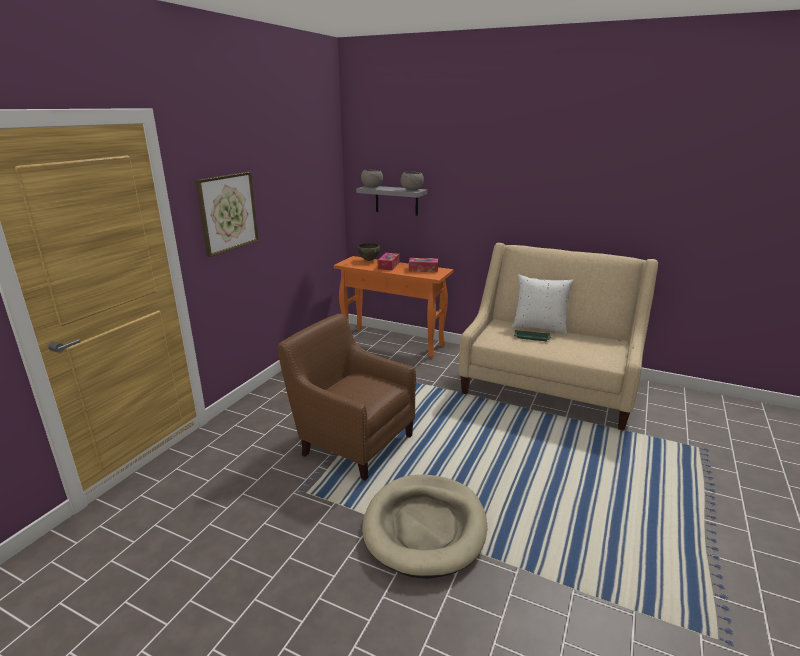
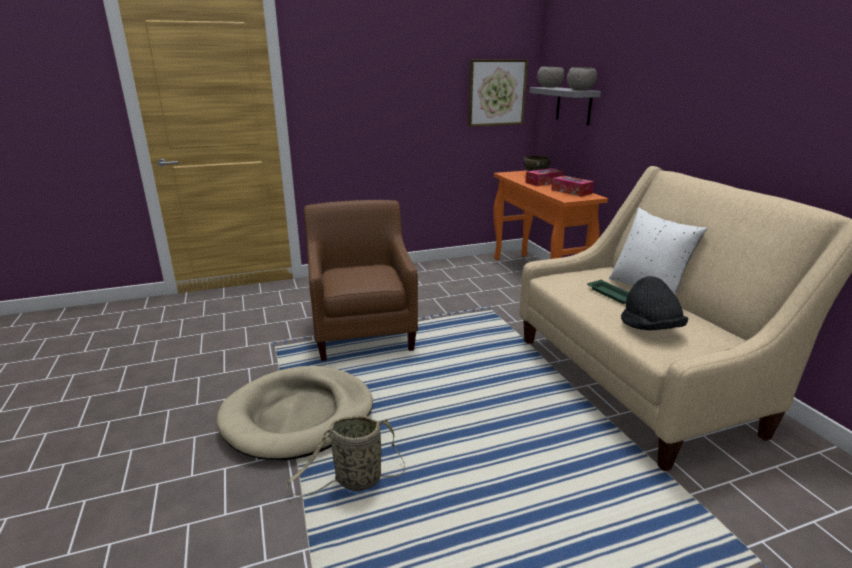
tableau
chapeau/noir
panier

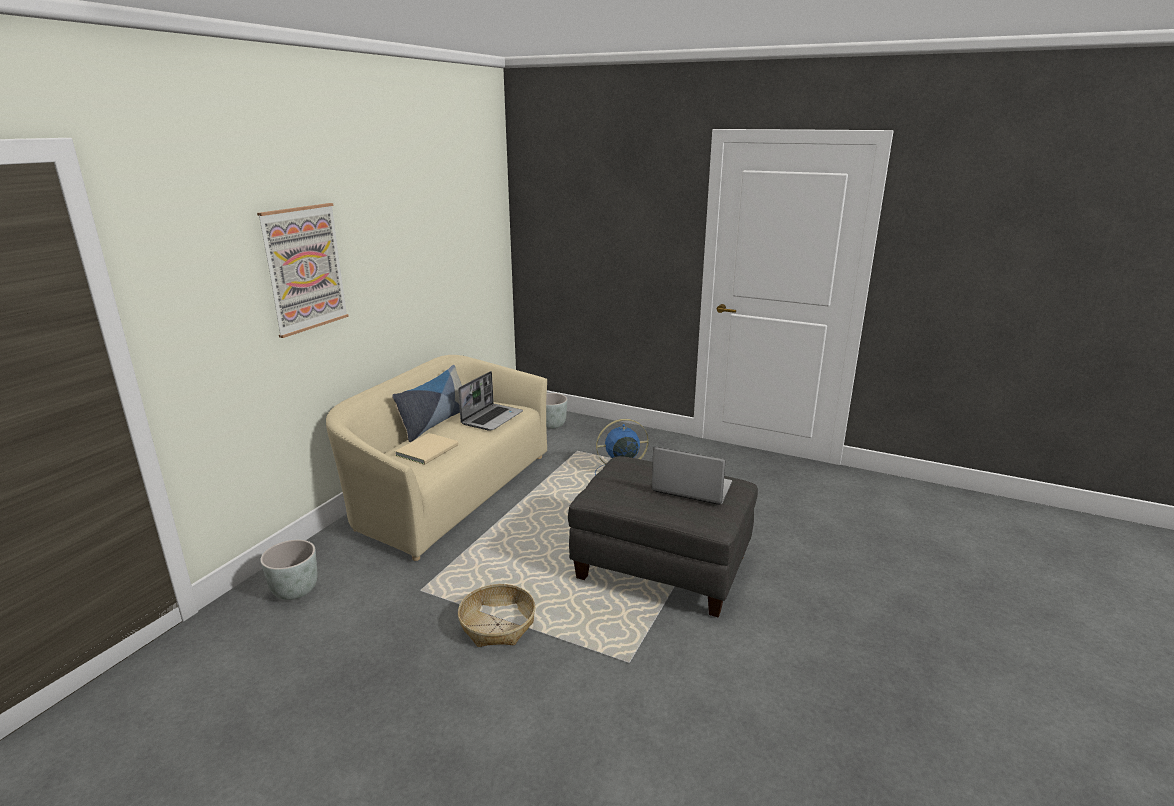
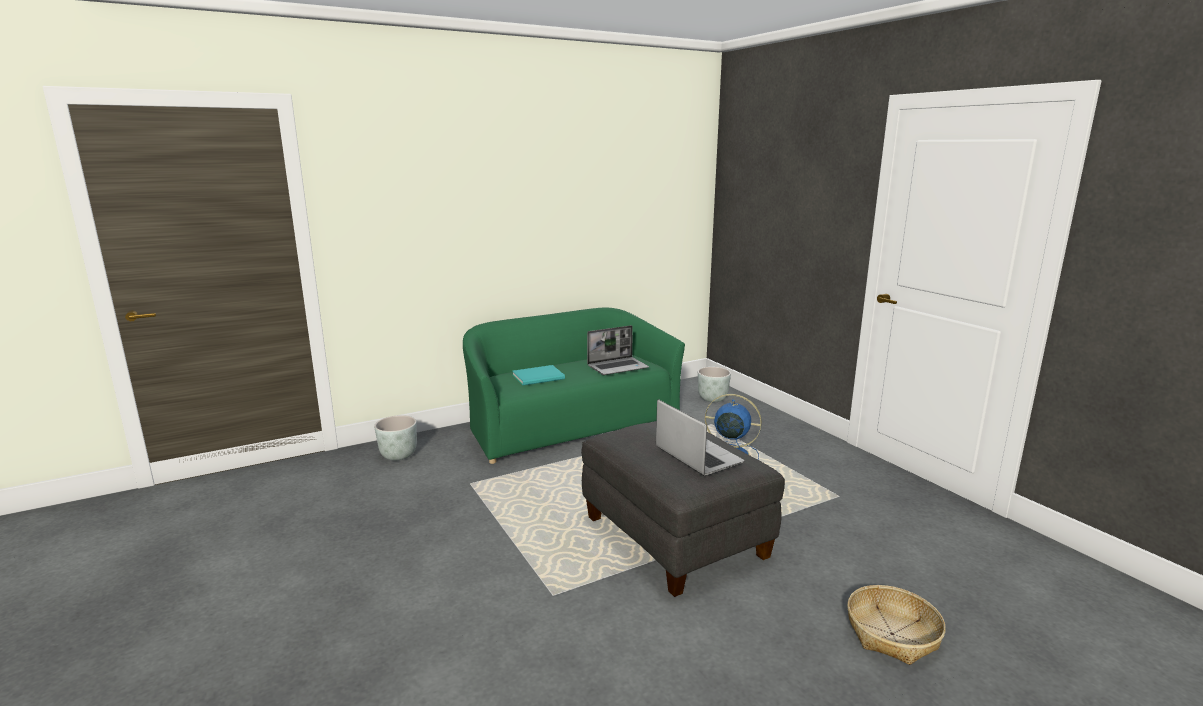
tableau
canapé/vert
coussin
livre/turquoise
panier

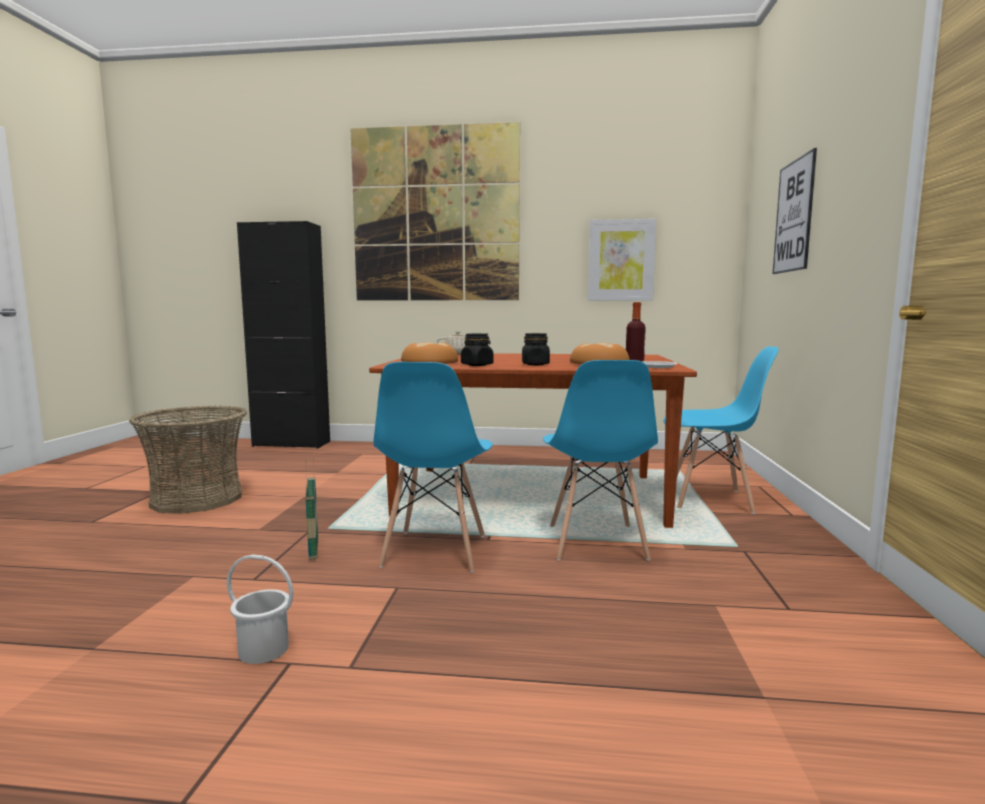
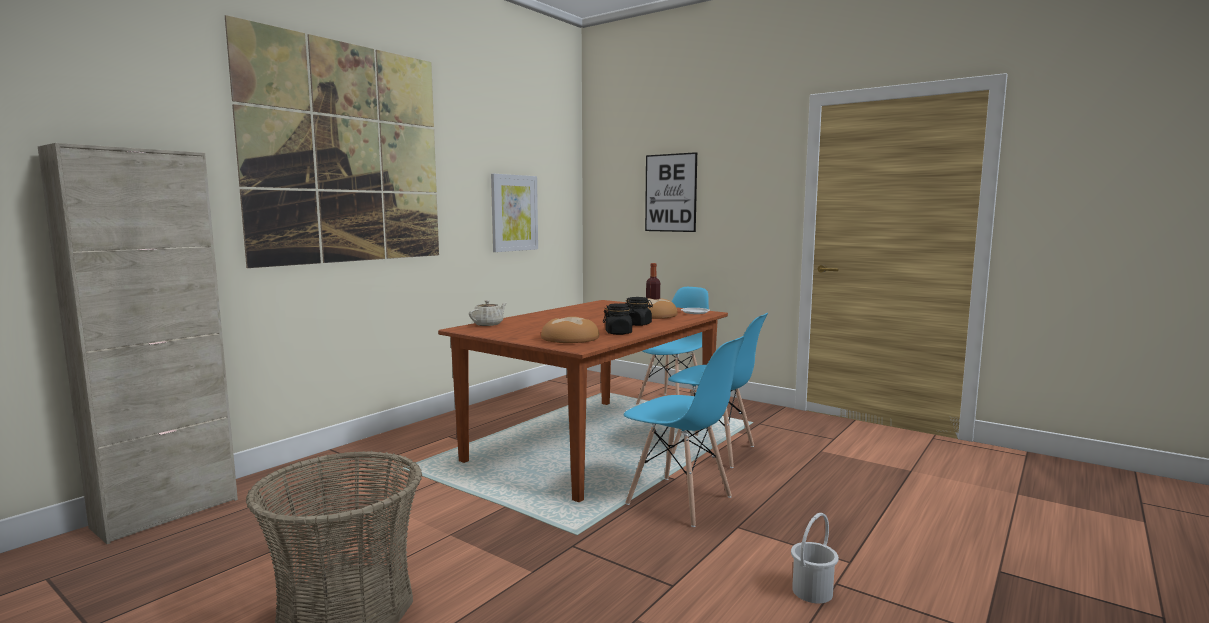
meuble de rangement/beige
panier (2nd from left in the first image)

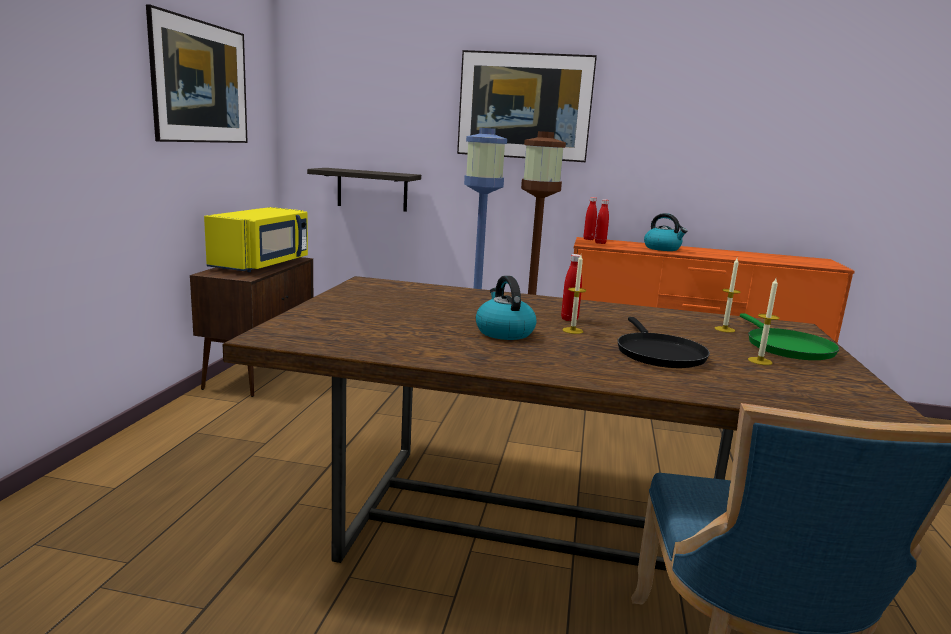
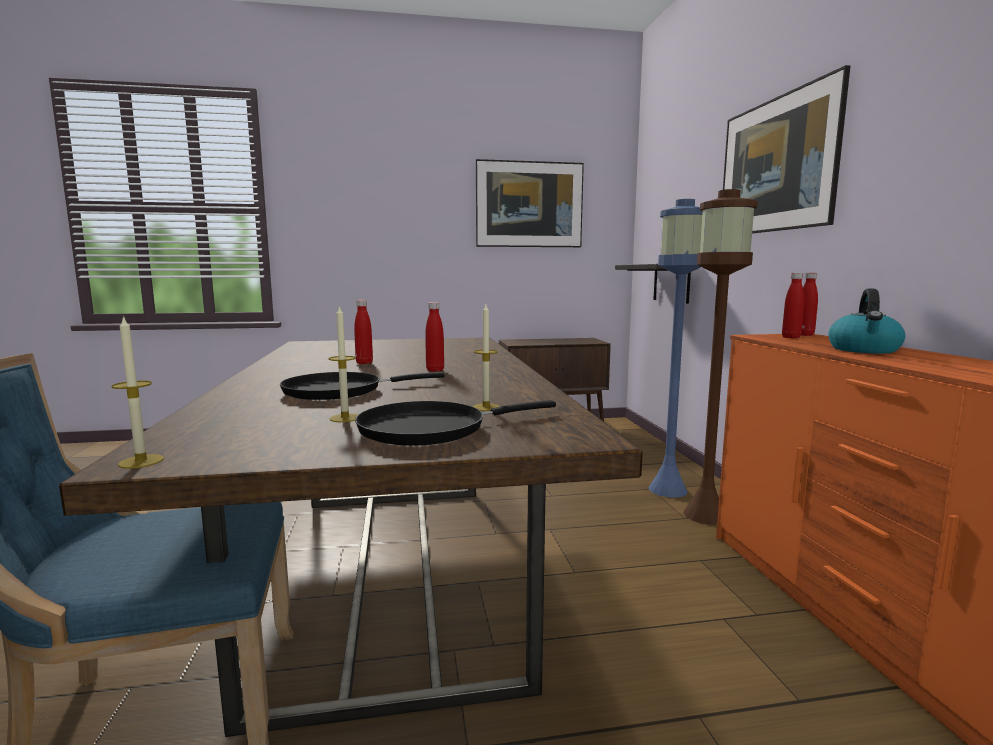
micro-ondes/jaune
bougie (1st from left)
bouteille/rouge (1st from left)
poêle/noir (2nd from left)

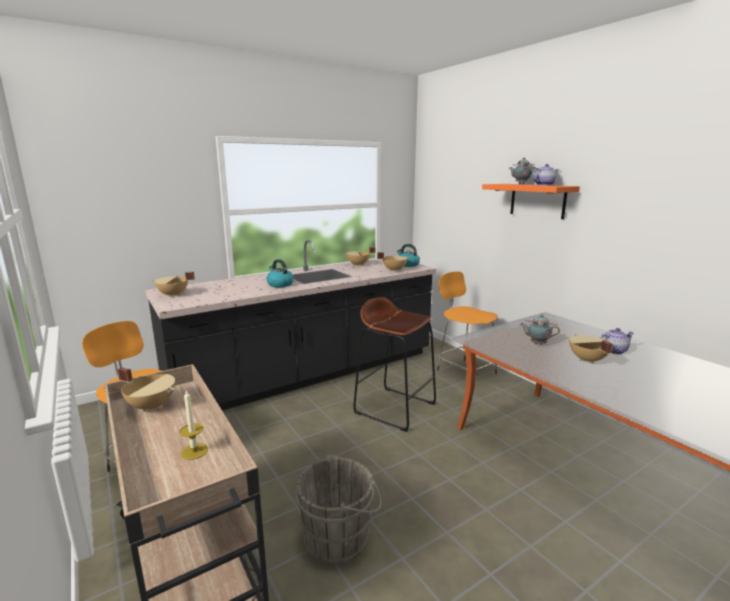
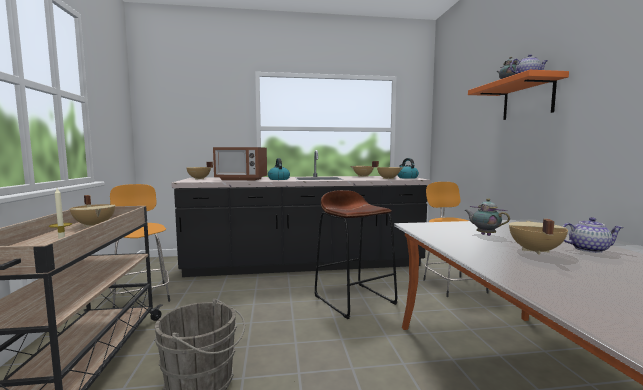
micro-ondes

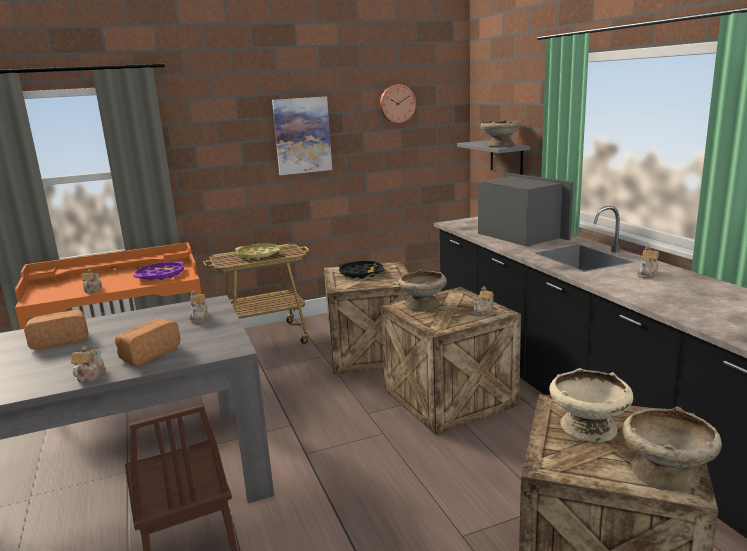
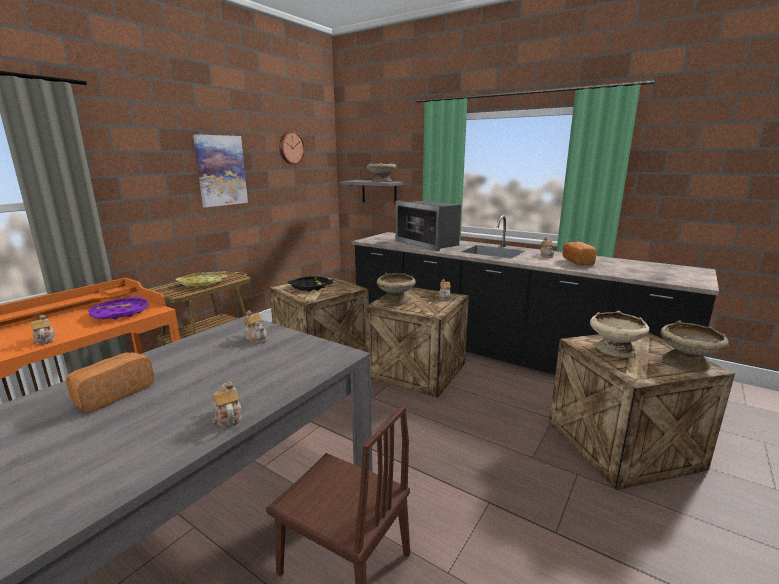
micro-ondes
pain (2nd from left)

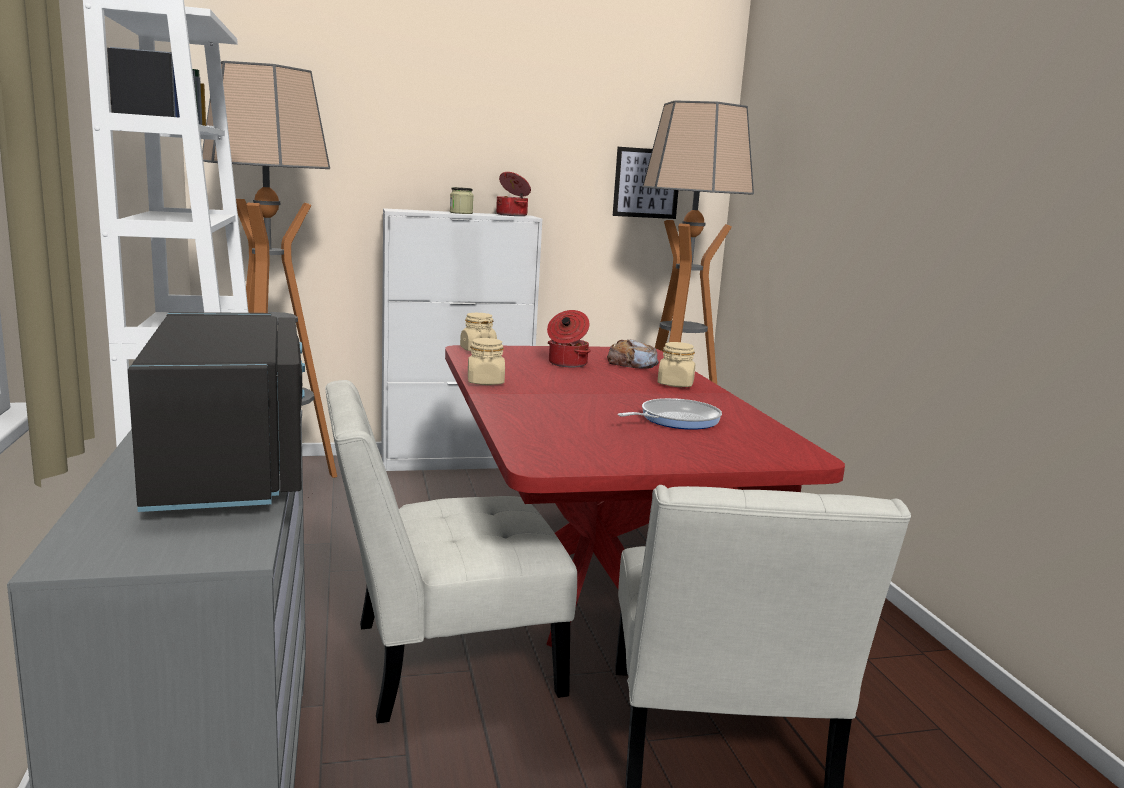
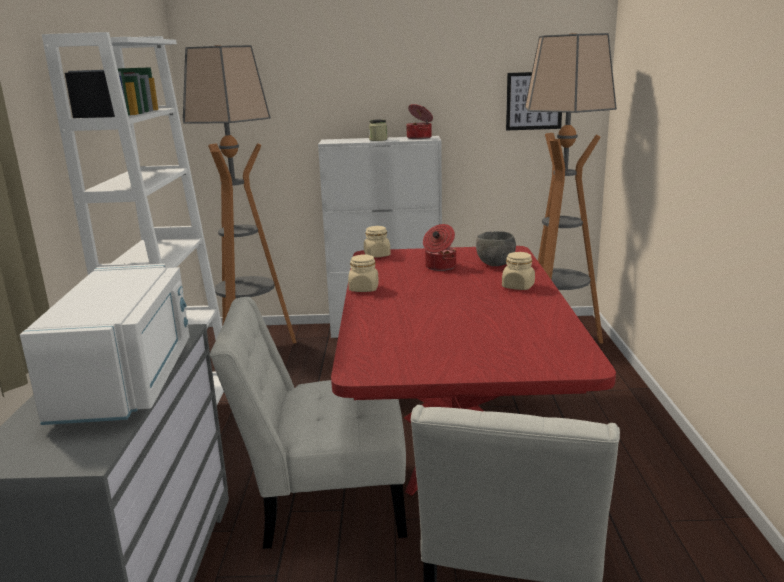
micro-ondes/blanc
bol/gris
poêle

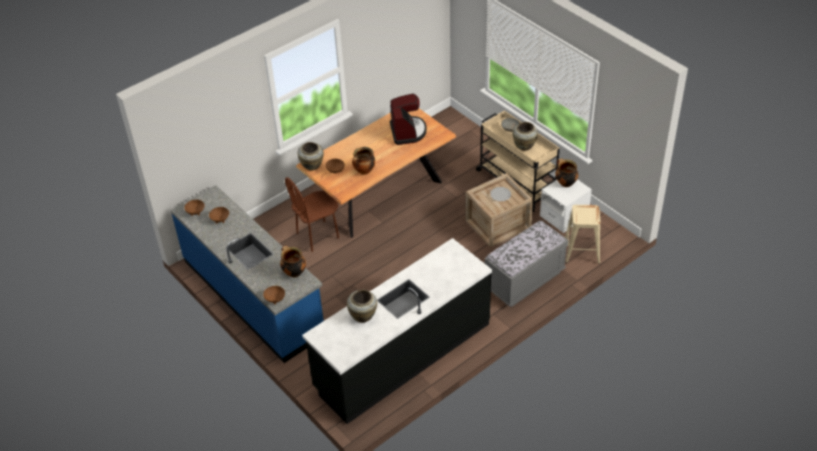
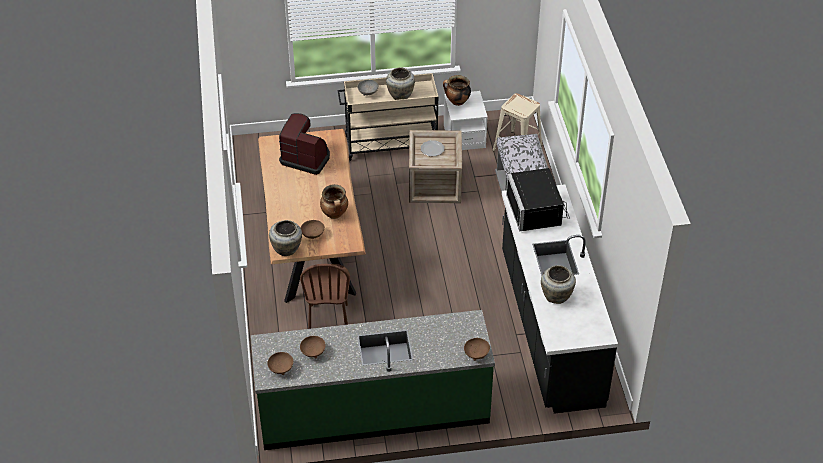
comptoir de cuisine/vert
marmite (1st from left in the first image)
micro-ondes/noir

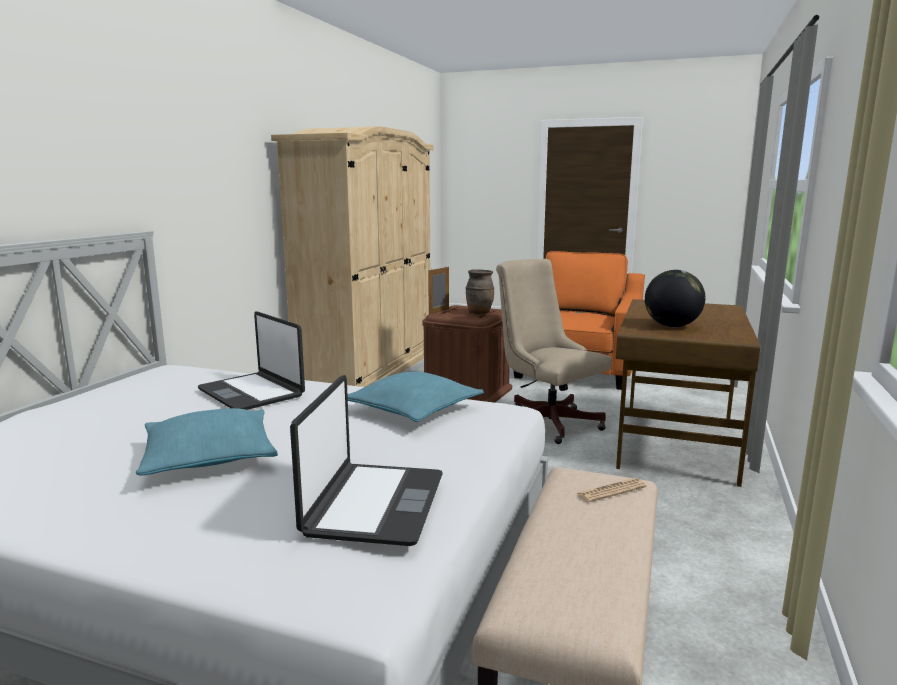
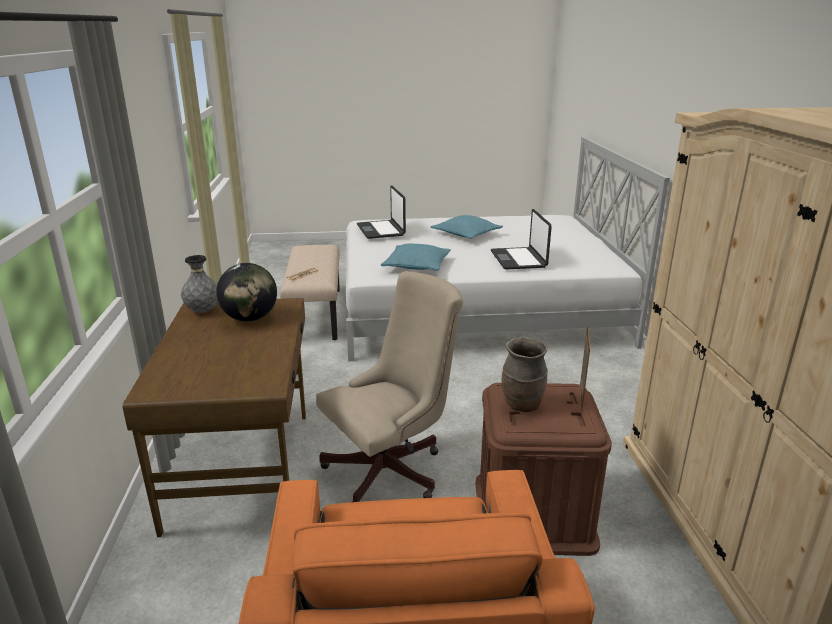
chaise de bureau/beige
ordinateur portable (2nd from left)
vase/gris

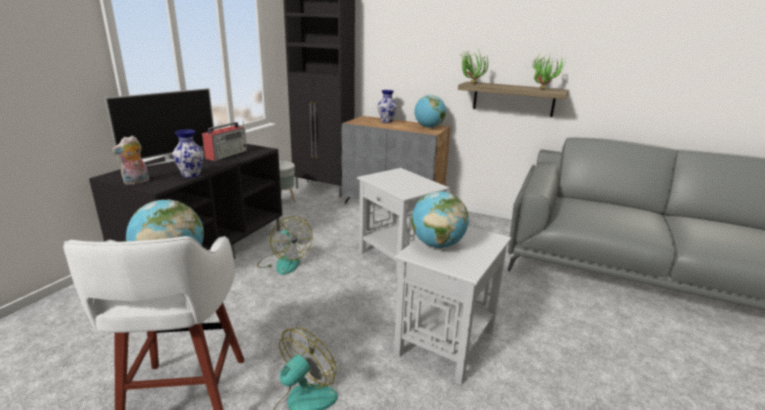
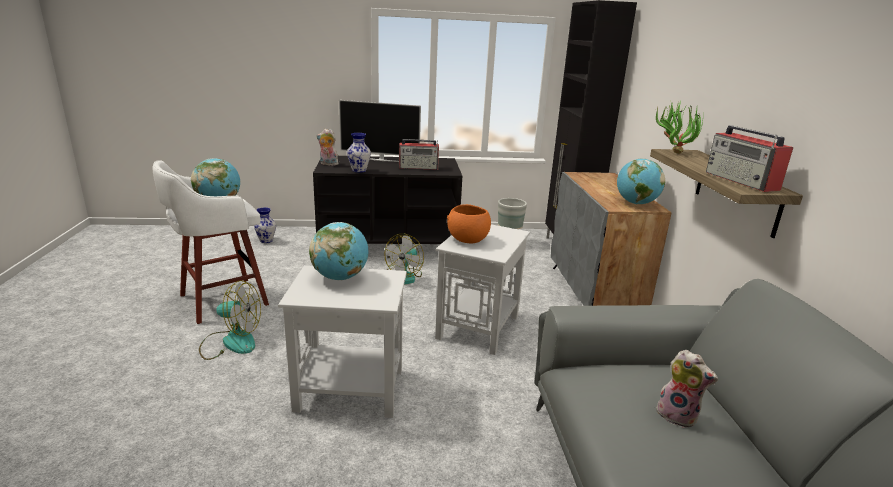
radio (2nd from left)
vase (1st from left)
bol/orange
peluche (2nd from left)

